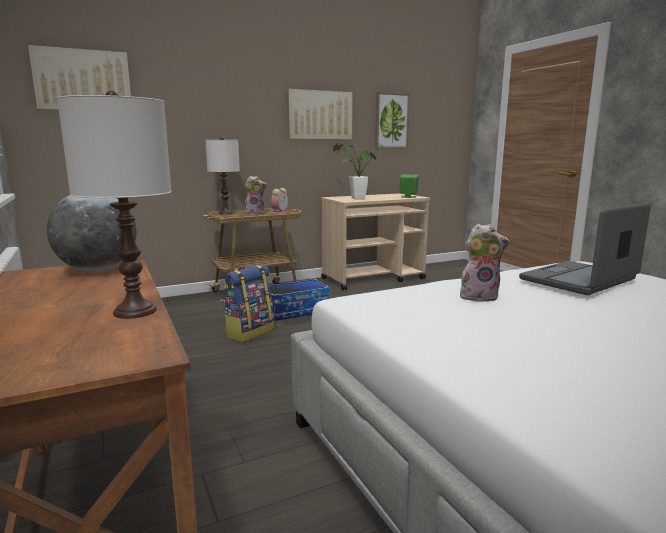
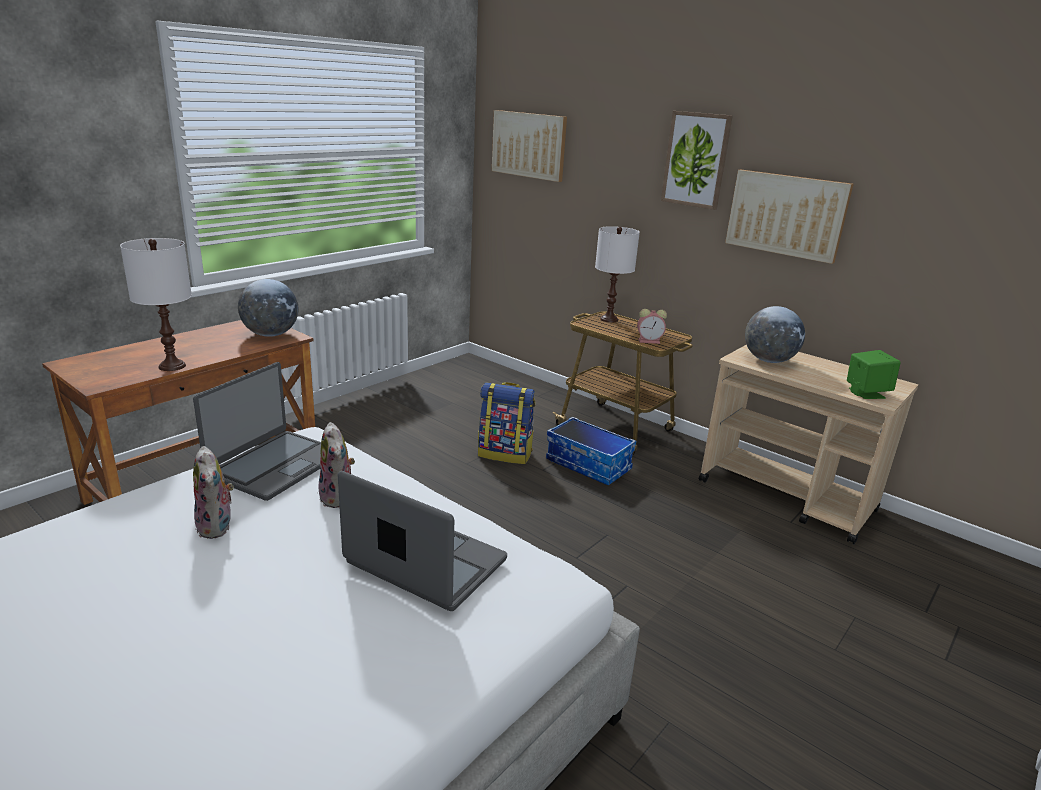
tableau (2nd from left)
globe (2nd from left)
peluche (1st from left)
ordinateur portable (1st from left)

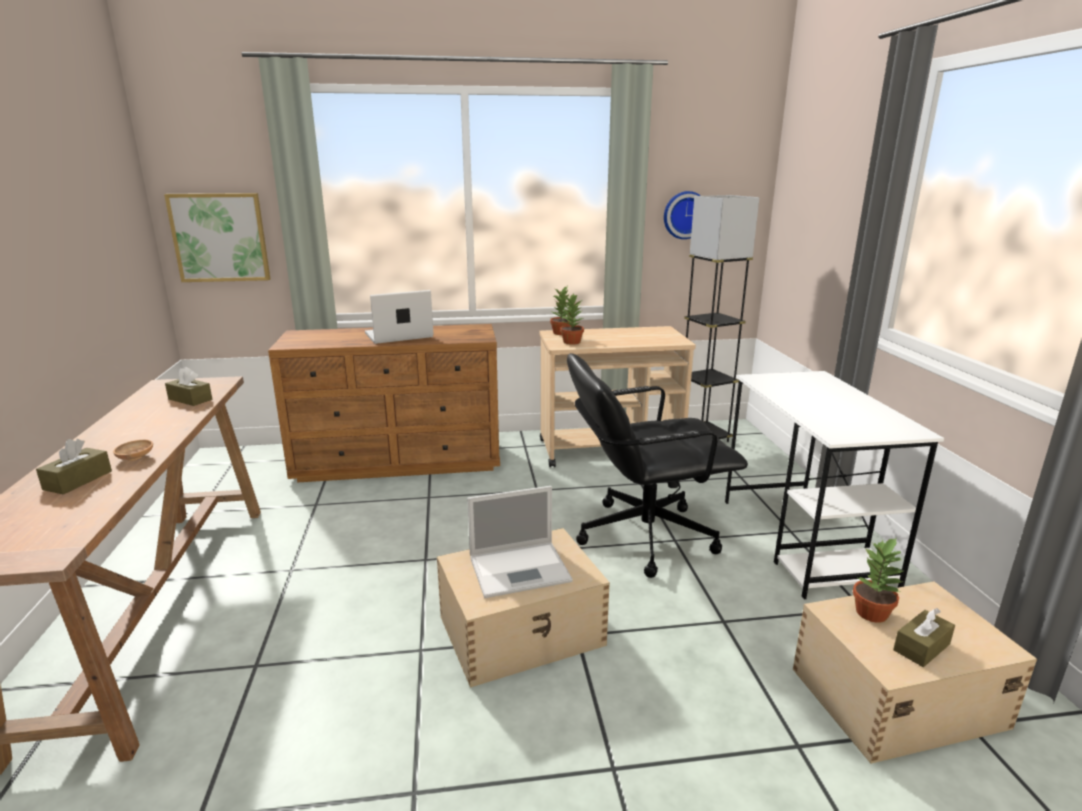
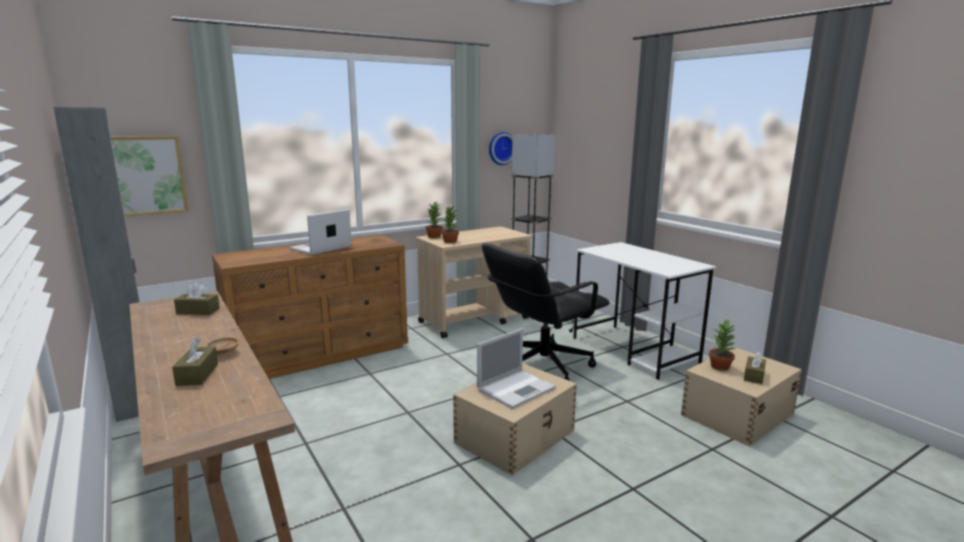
armoire/gris

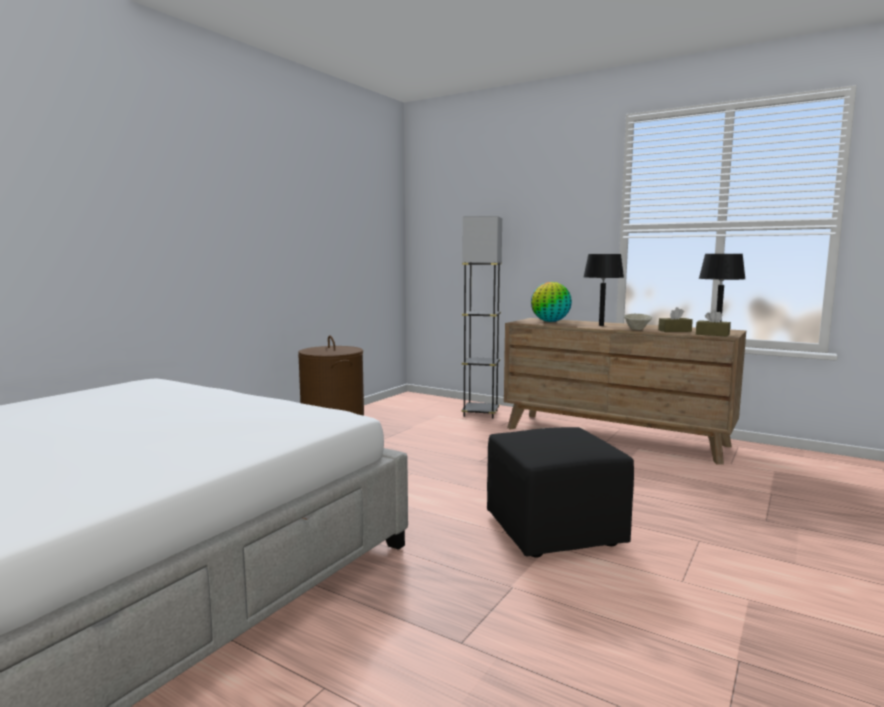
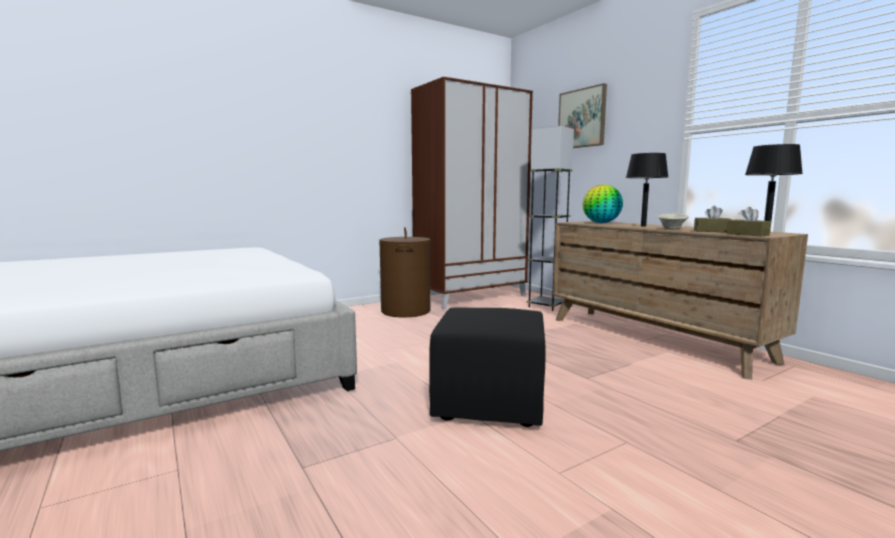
armoire/marron
tableau

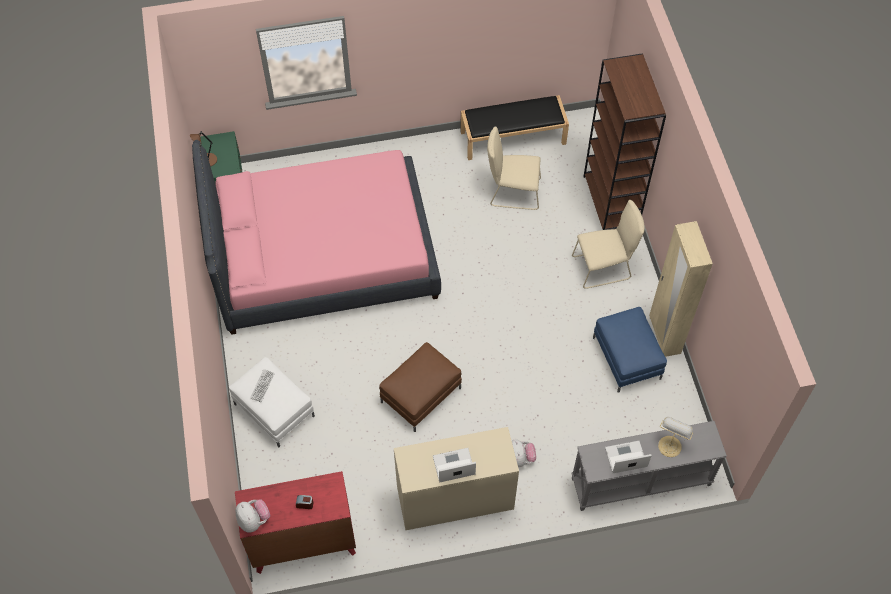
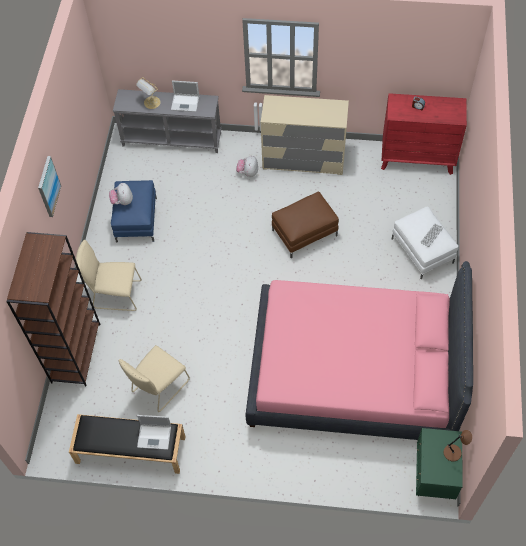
chaise/beige (2nd from left)
armoire/beige
ordinateur portable (1st from left)
peluche (1st from left)
tableau

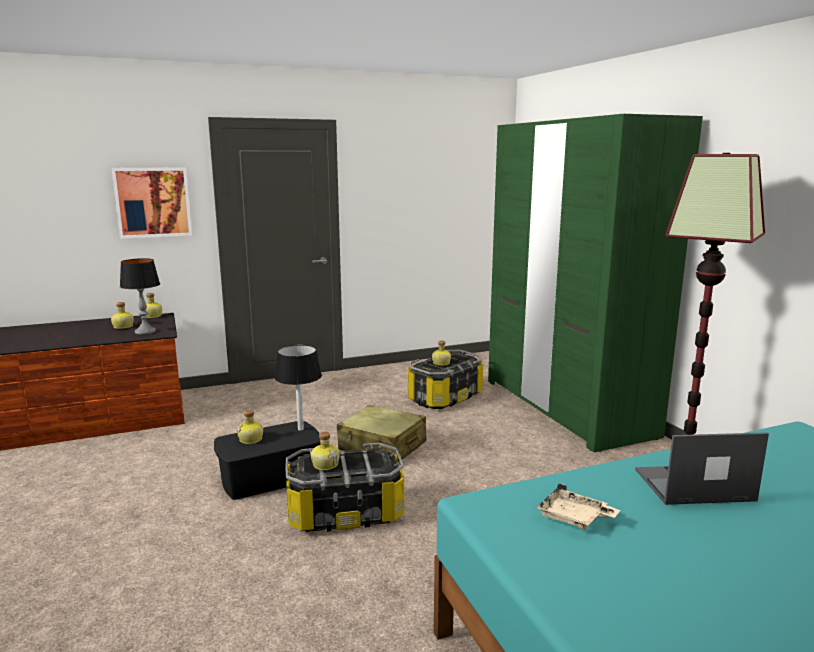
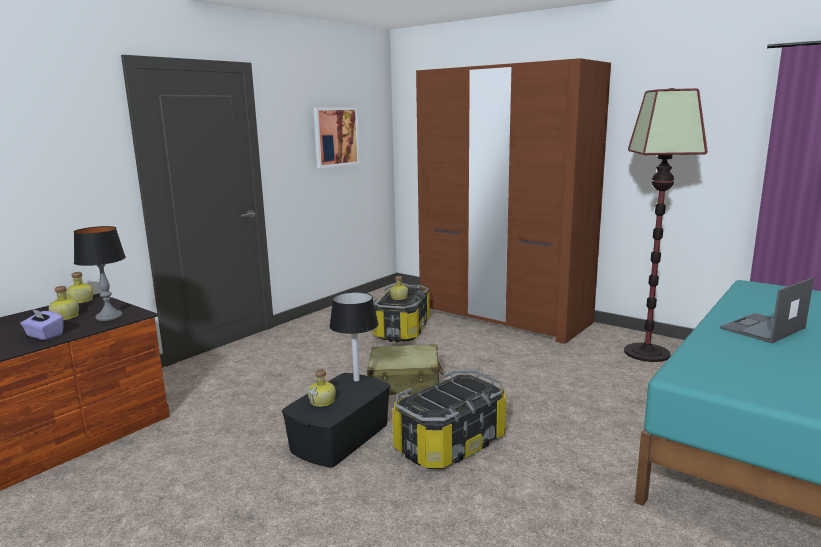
armoire/marron
tableau
bouteille (4th from left in the first image)
plateau/beige
boîte à mouchoirs/violet

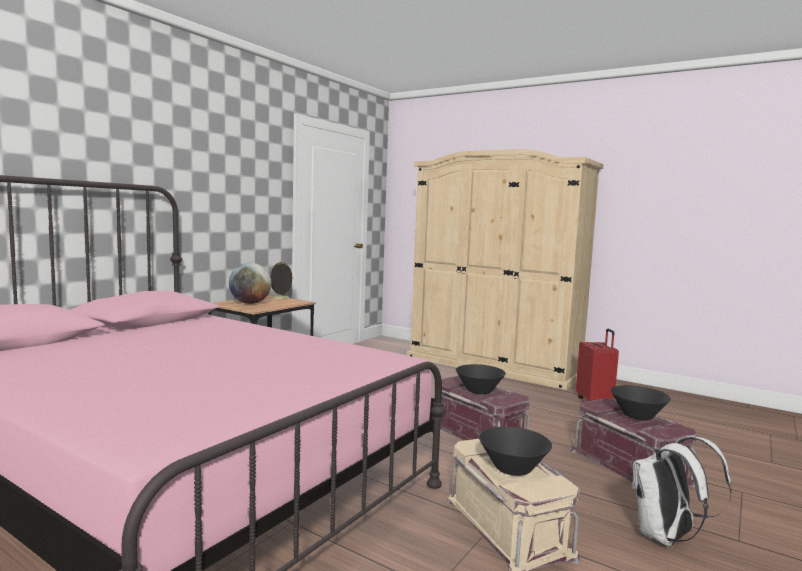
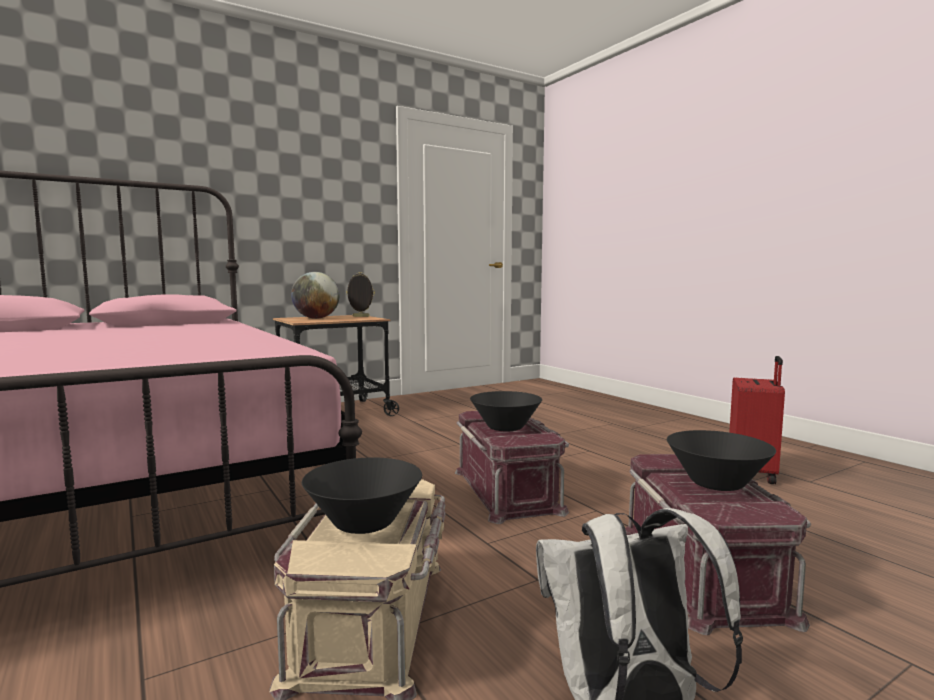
armoire/beige

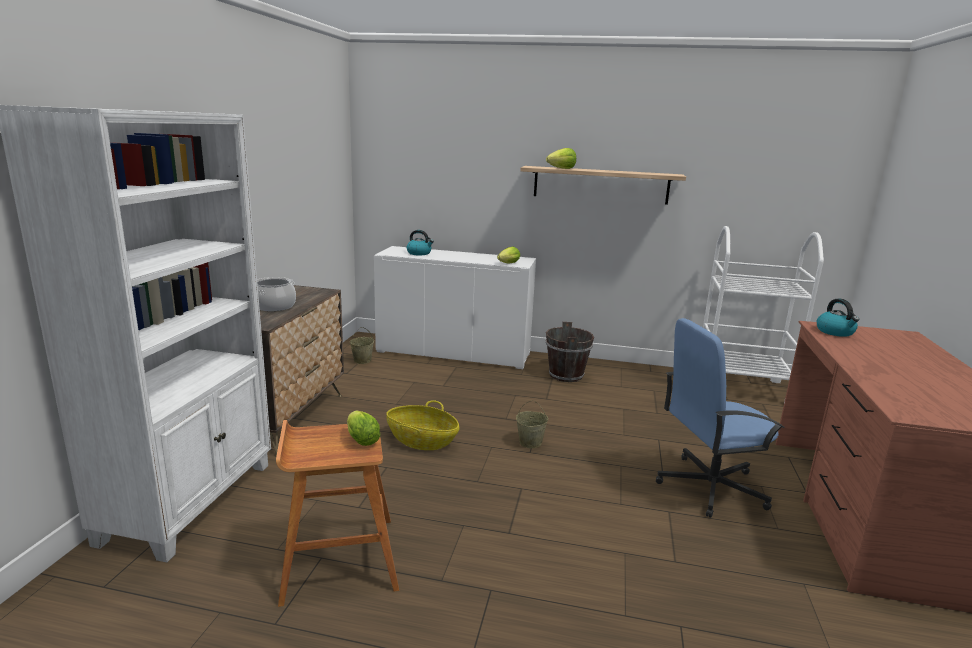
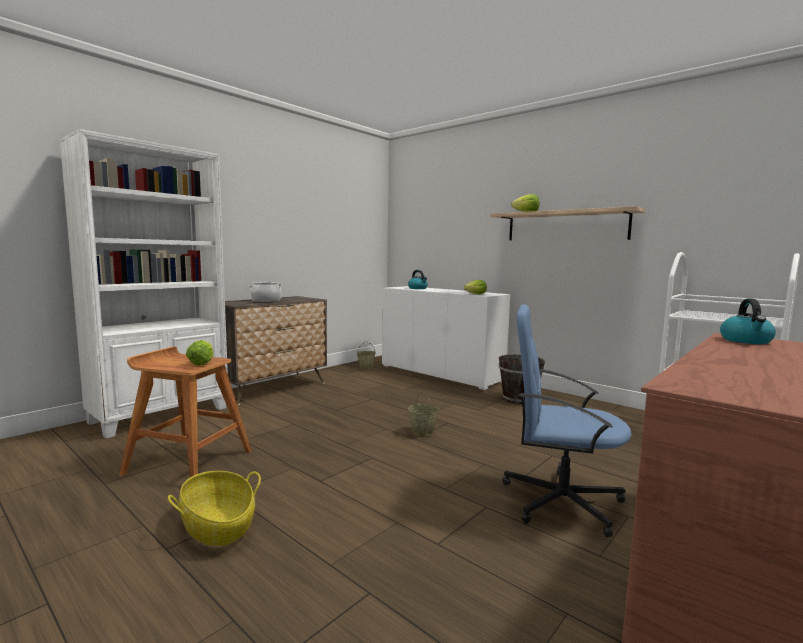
panier

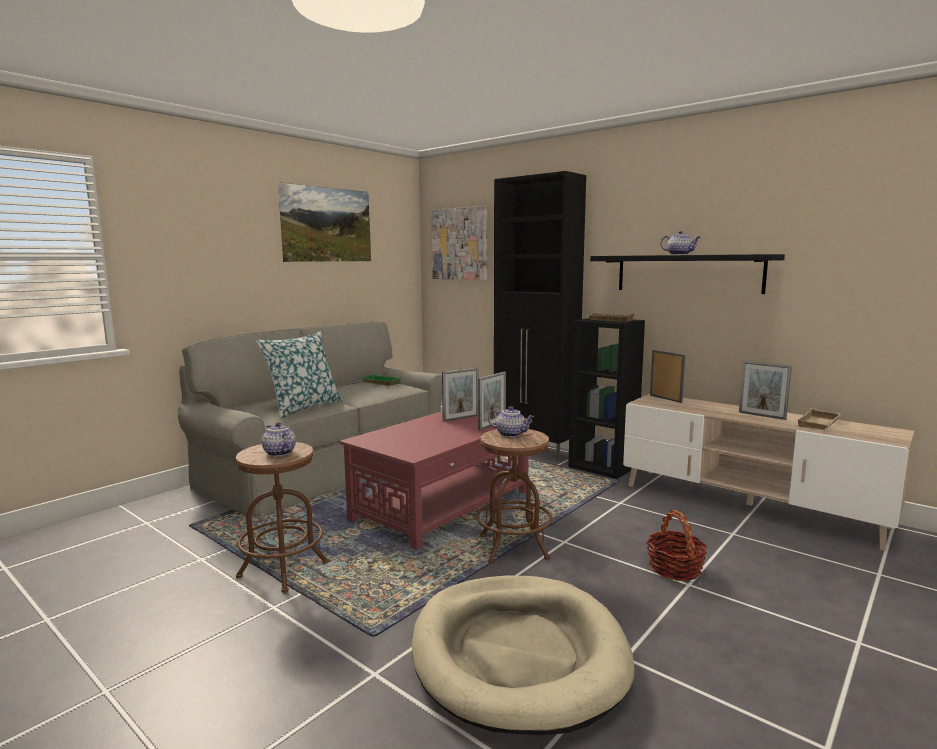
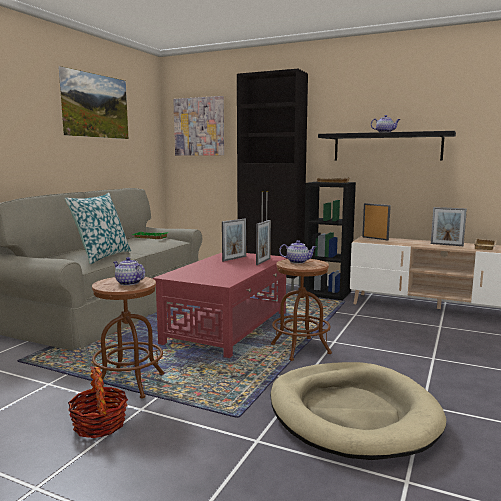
panier

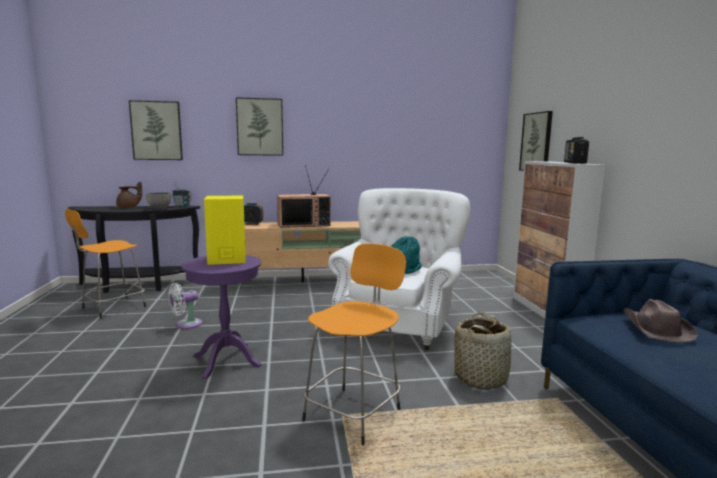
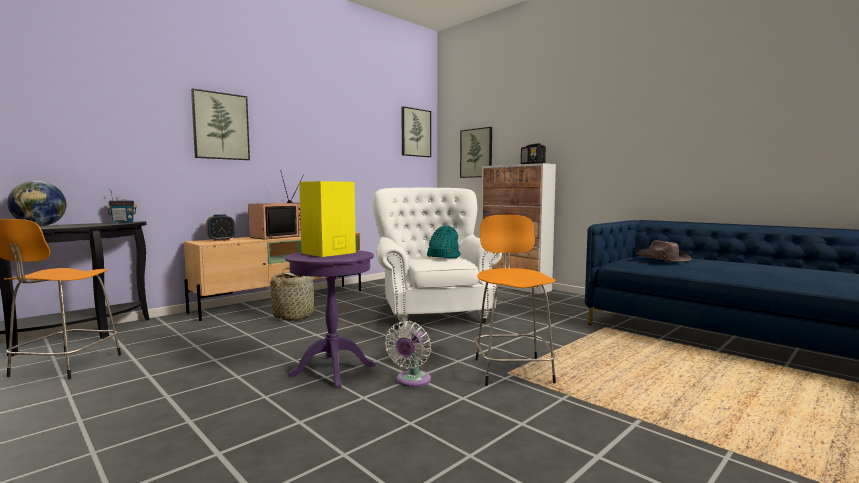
tableau (2nd from left)
globe
bol/gris
ventilateur/blanc
panier

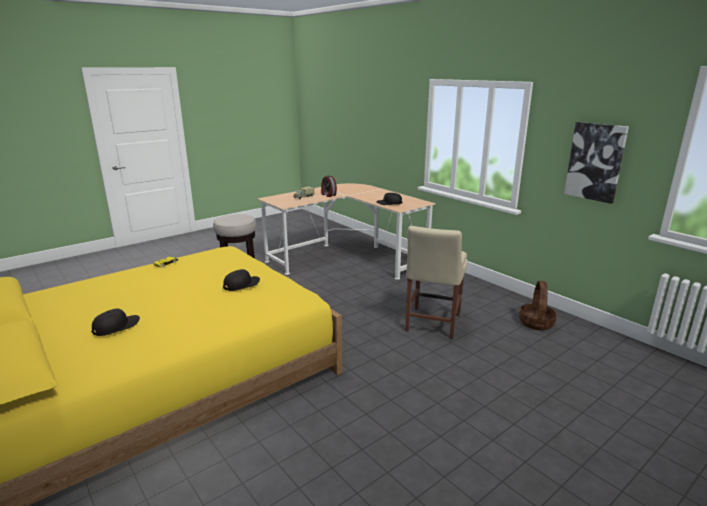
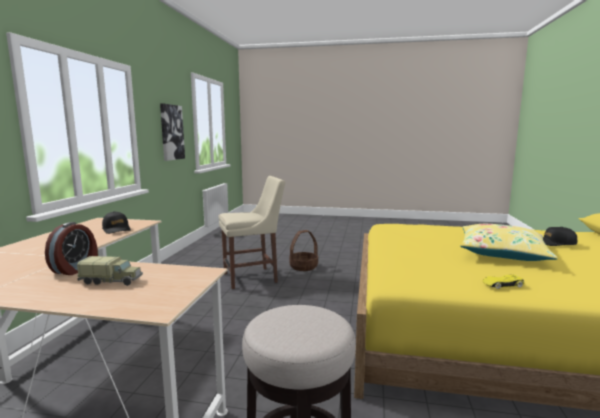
casquette/noir (2nd from left in the first image)
panier
coussin/jaune

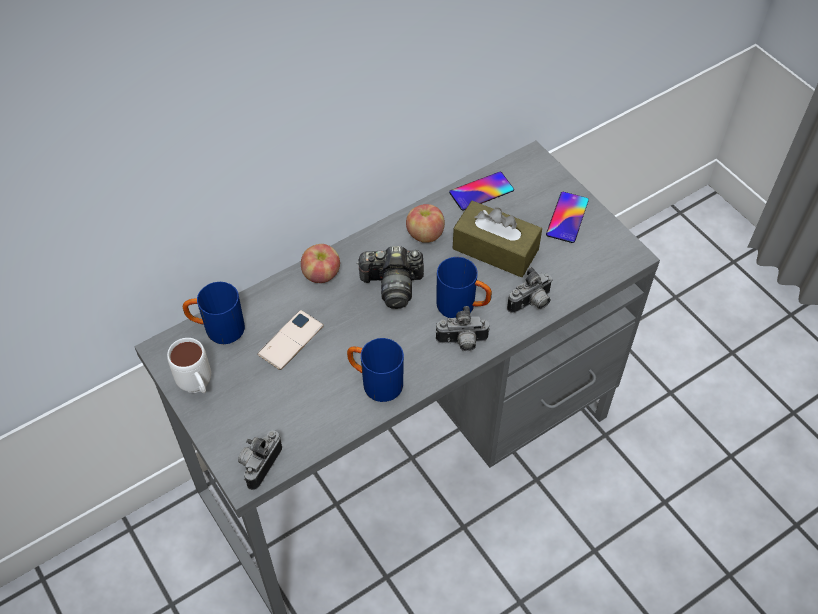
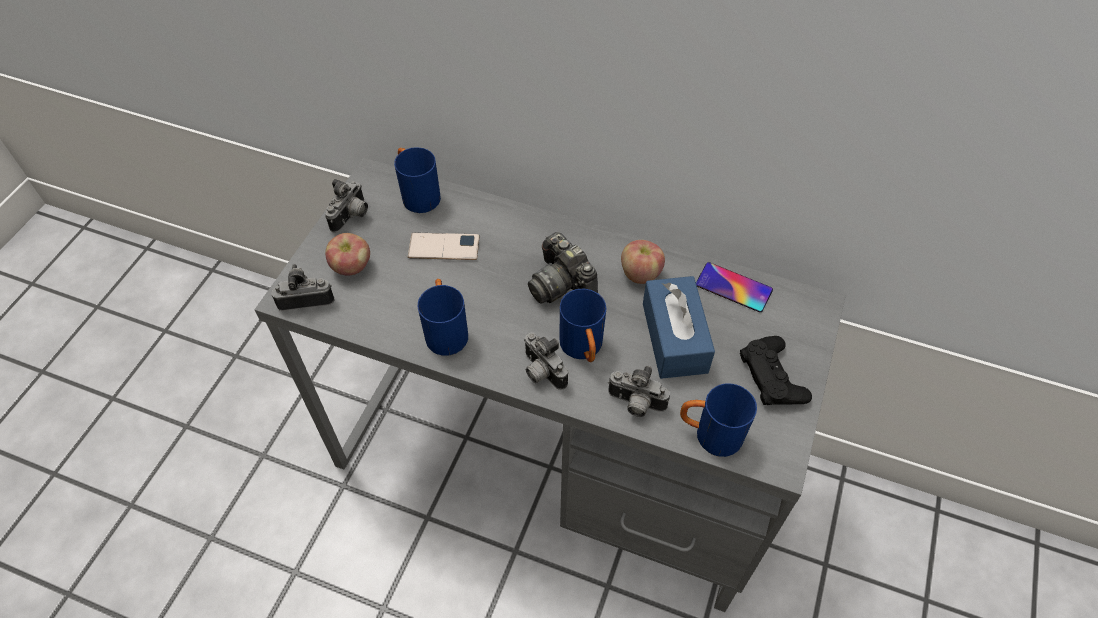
manette/noir
boîte à mouchoirs/bleu
pomme (1st from left)
appareil photo (2nd from left)
mug/bleu (4th from left)

